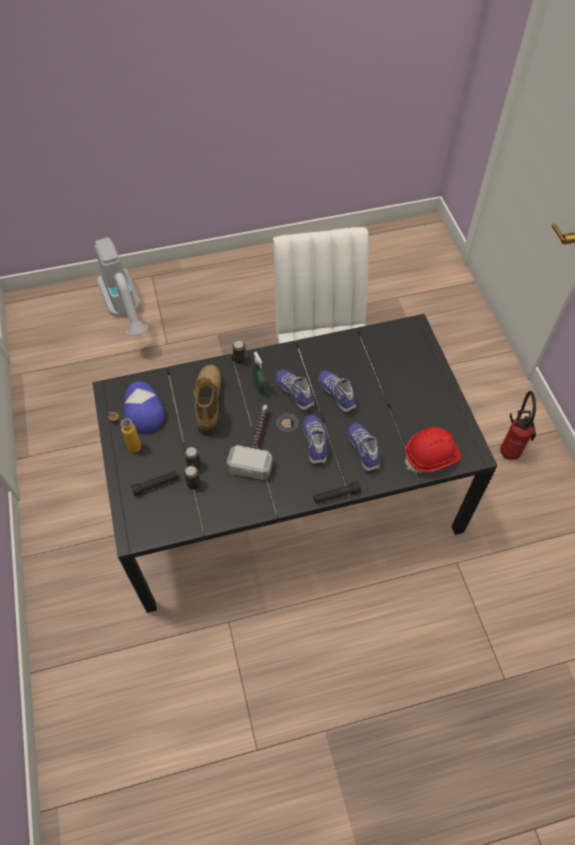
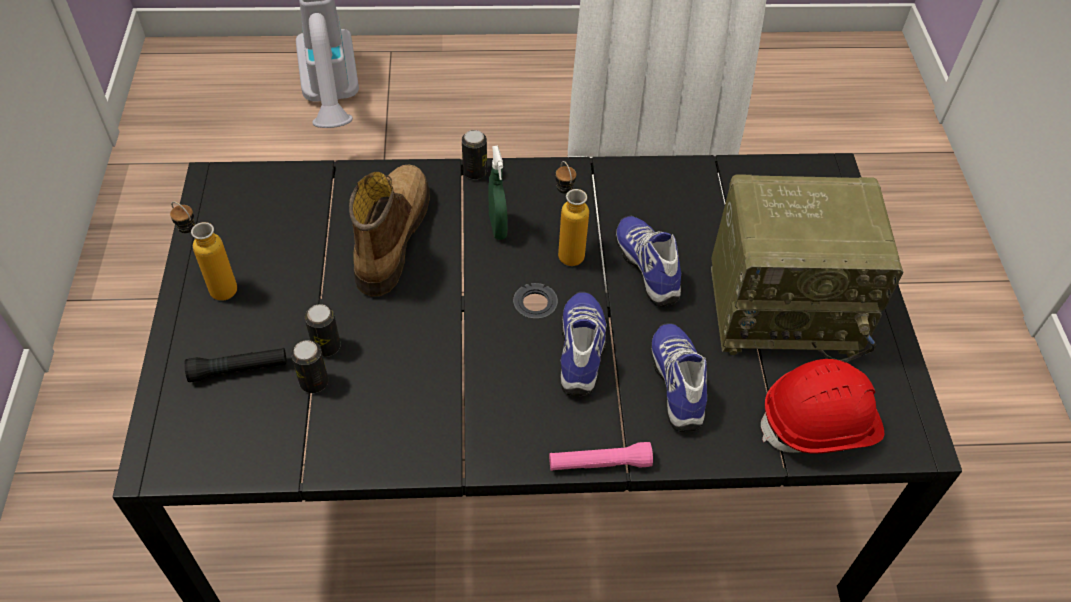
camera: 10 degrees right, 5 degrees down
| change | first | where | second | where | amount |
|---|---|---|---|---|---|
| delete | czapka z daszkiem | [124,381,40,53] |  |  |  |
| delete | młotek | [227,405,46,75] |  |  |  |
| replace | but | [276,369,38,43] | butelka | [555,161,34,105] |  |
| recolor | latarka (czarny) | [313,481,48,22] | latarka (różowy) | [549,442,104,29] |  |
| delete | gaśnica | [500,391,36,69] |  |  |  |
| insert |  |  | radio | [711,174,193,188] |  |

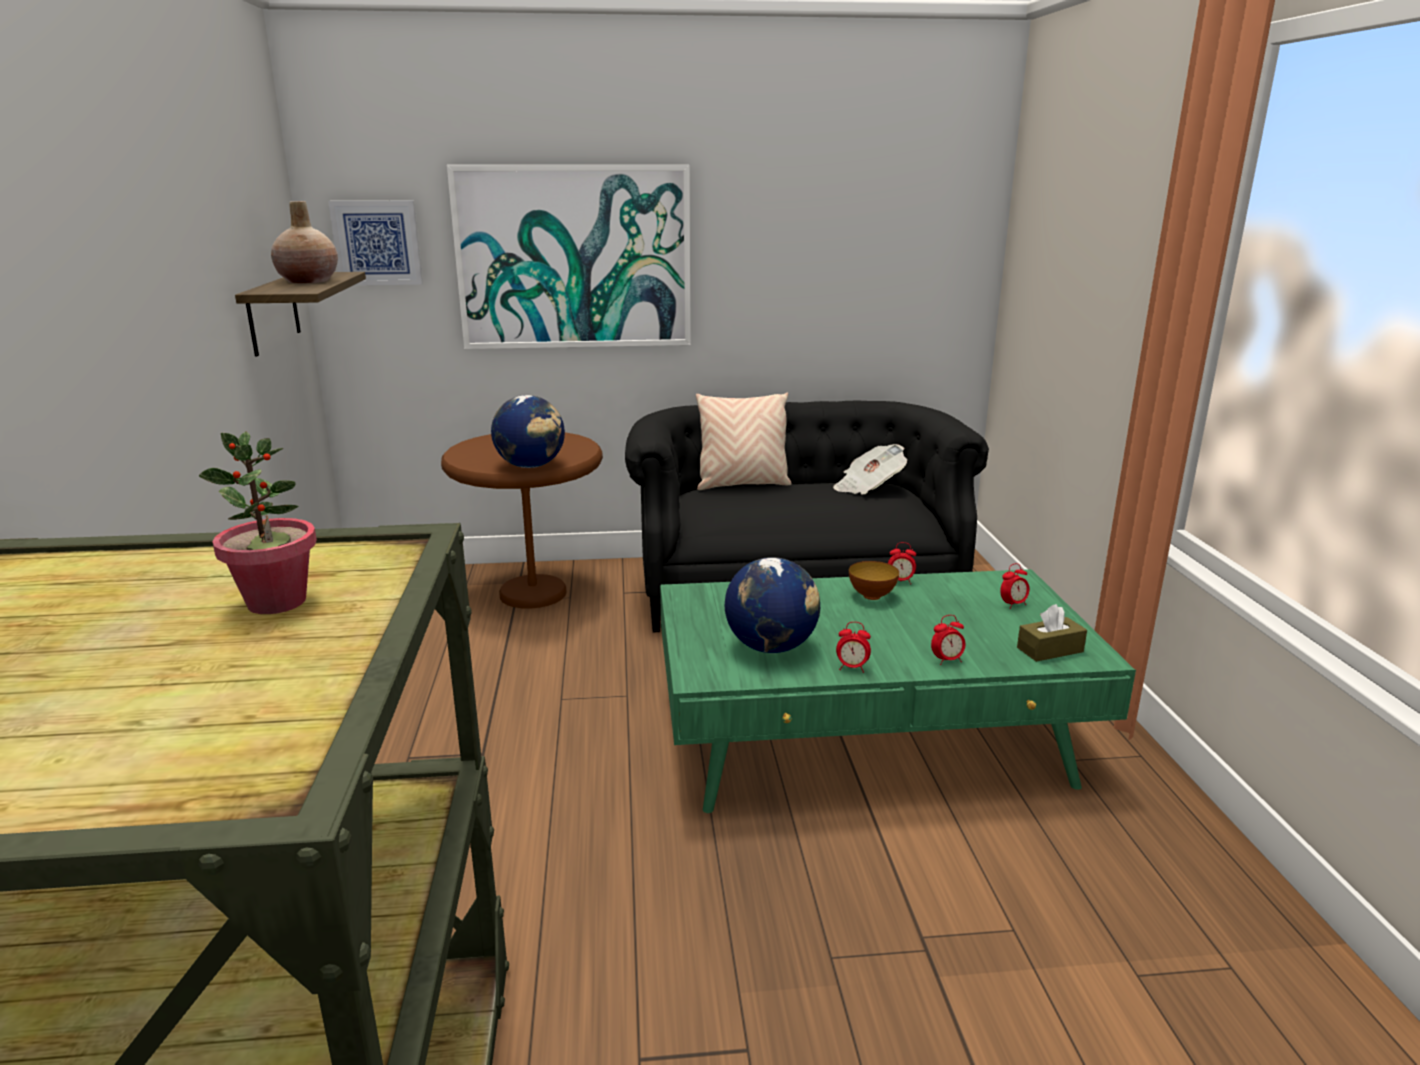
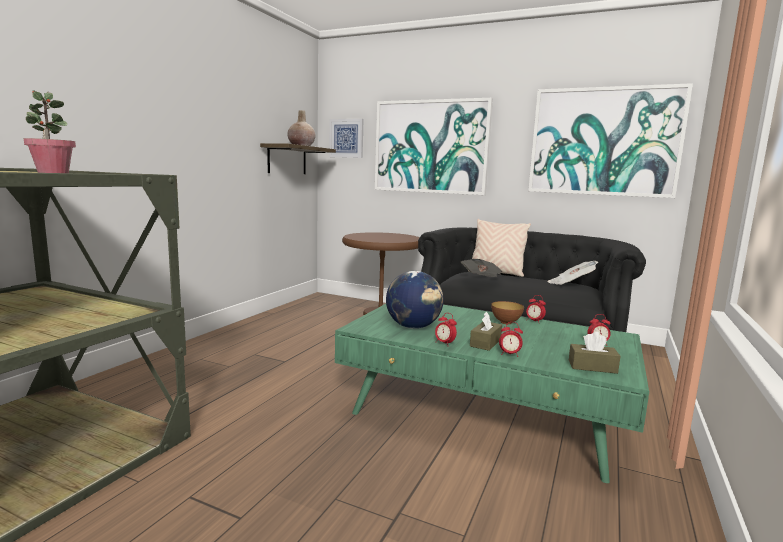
camera: 30 degrees right, 10 degrees down
| change | first | where | second | where | amount |
|---|---|---|---|---|---|
| delete | globus | [491,395,74,73] |  |  |  |
| insert |  |  | gazeta | [461,259,41,18] |  |
| insert |  |  | pudełko chusteczek (brązowy) | [470,312,32,39] |  |
| insert |  |  | obraz | [528,83,165,115] |  |

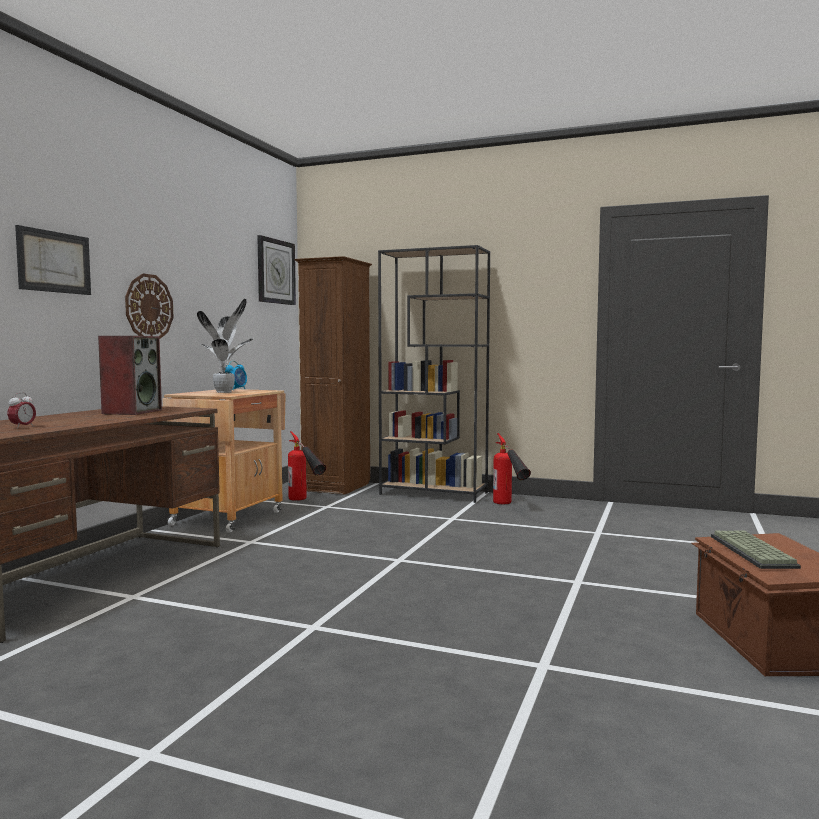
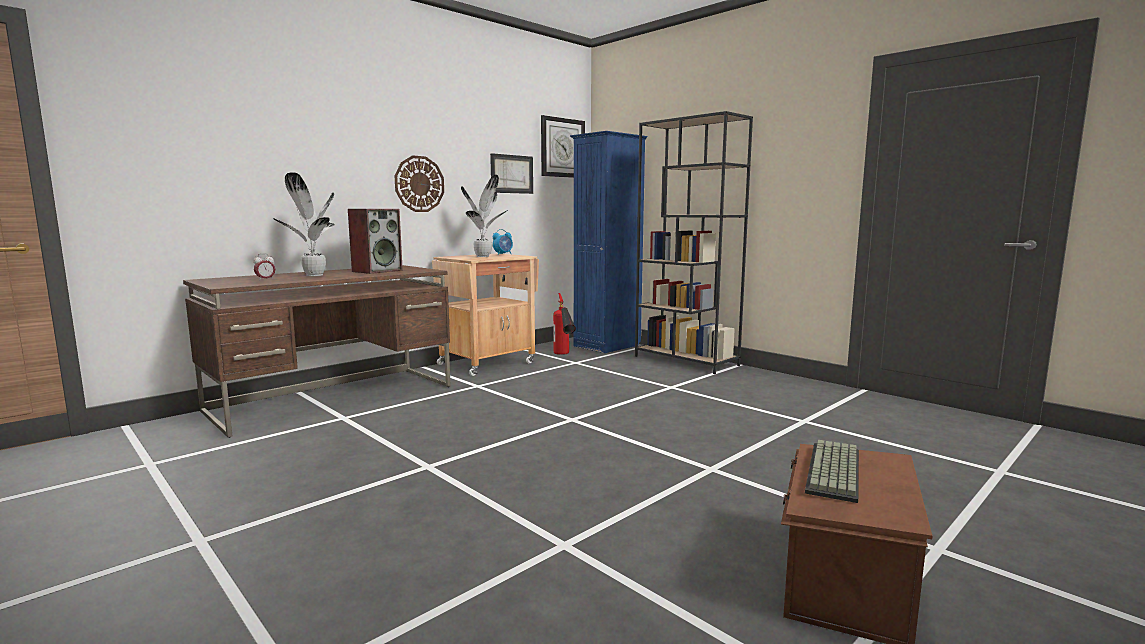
camera: 25 degrees right, 5 degrees up
| change | first | where | second | where | amount |
|---|---|---|---|---|---|
| move | obraz | [15,225,76,70] |  | [490,153,43,41] |  |
| recolor | szafka (brązowy) | [295,256,77,239] | szafka (niebieski) | [570,131,77,222] |  |
| delete | gaśnica | [493,433,38,71] |  |  |  |
| insert |  |  | roślina doniczkowa | [273,172,62,104] |  |

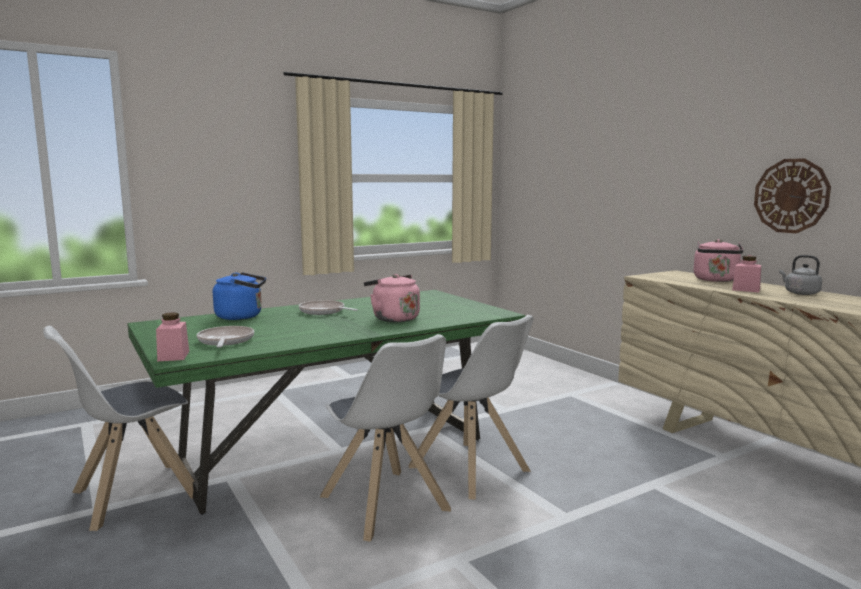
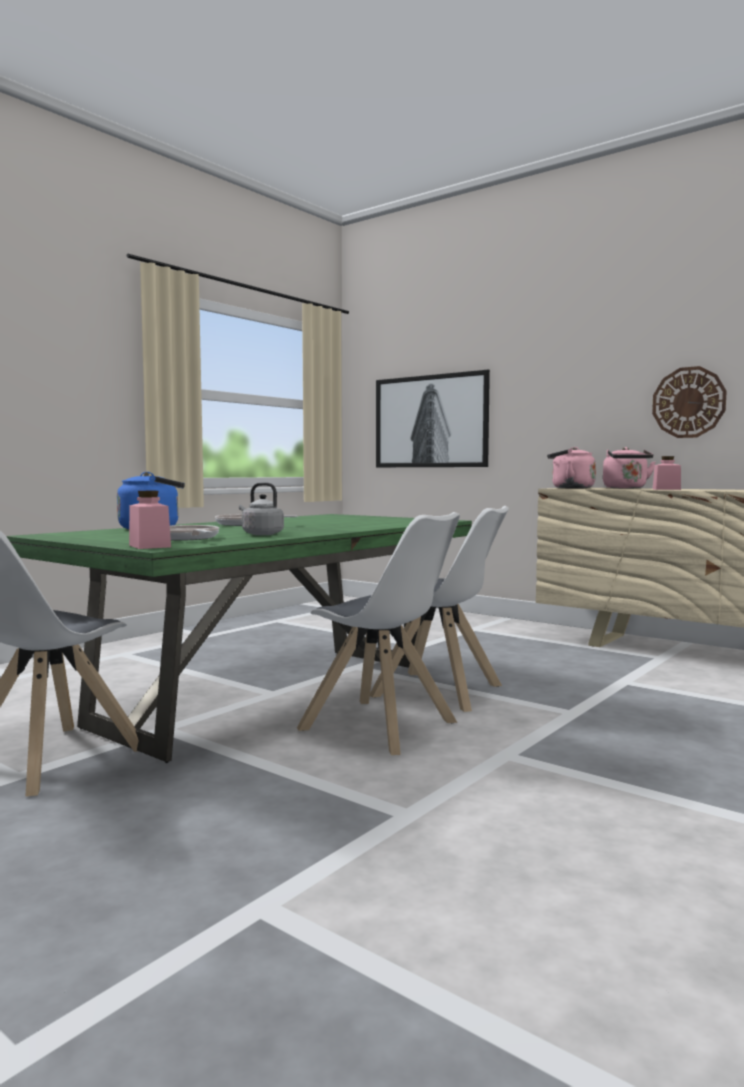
camera: 20 degrees left, 5 degrees down
| change | first | where | second | where | amount |
|---|---|---|---|---|---|
| move | czajnik (różowy) | [364,274,56,48] |  | [547,447,49,42] |  |
| move | czajnik (szary) | [779,255,43,40] |  | [239,482,45,53] |  |
| insert |  |  | obraz | [376,370,114,97] |  |

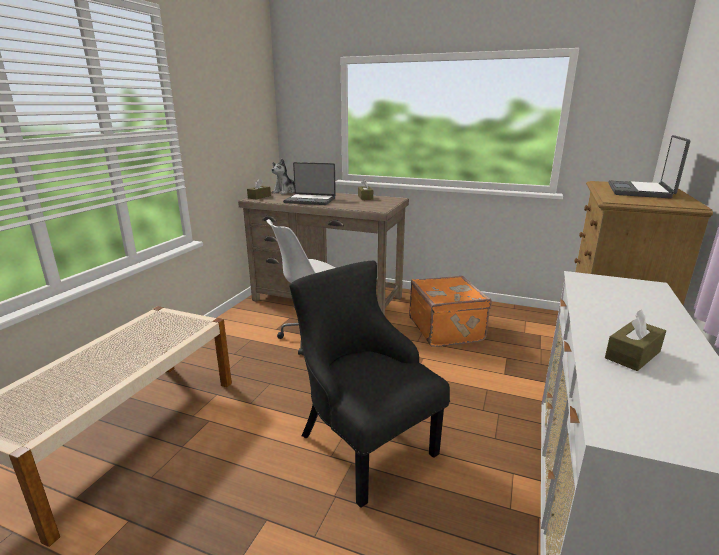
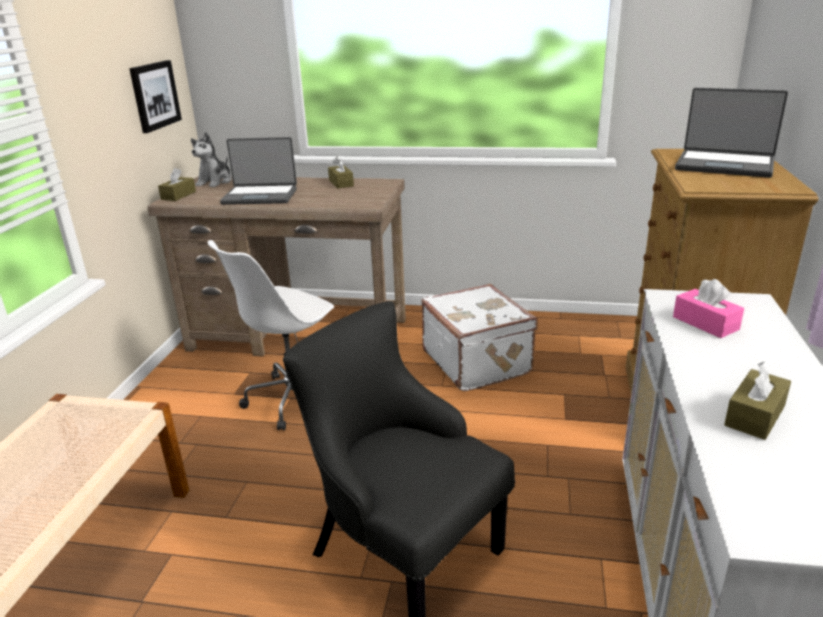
camera: 10 degrees left, 5 degrees up
| change | first | where | second | where | amount |
|---|---|---|---|---|---|
| recolor | walizka (pomarańczowy) | [409,276,83,71] | walizka (biały) | [422,284,116,107] |  |
| rotate | laptop | [608,135,82,63] |  | [675,88,113,90] | 75 degrees counterclockwise |
| insert |  |  | obraz | [129,60,53,73] |  |
| insert |  |  | pudełko chusteczek (różowy) | [673,279,71,59] |  |

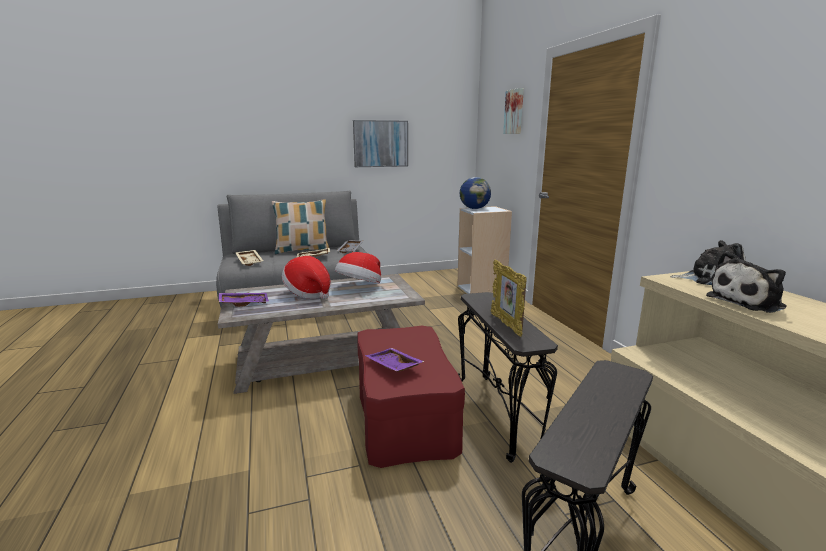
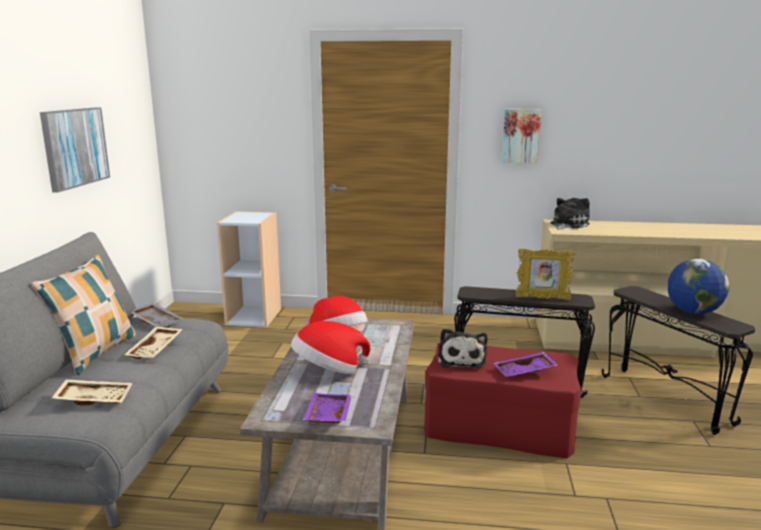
camera: 65 degrees left, 0 degrees up
| change | first | where | second | where | amount |
|---|---|---|---|---|---|
| move | globus | [460,177,31,32] |  | [667,259,62,55] |  |
| move | obraz | [503,88,21,46] |  | [502,109,40,54] |  |
| move | pluszak | [706,251,81,62] |  | [438,328,50,40] |  |

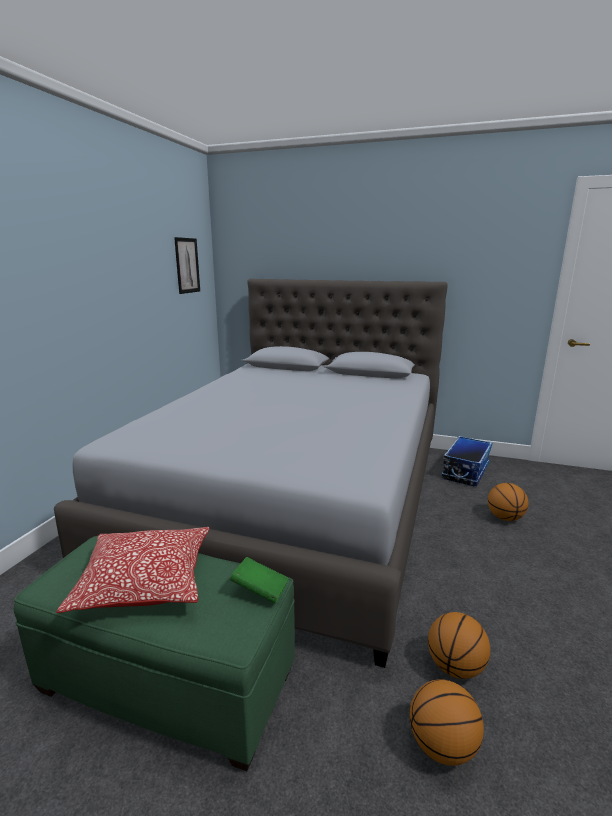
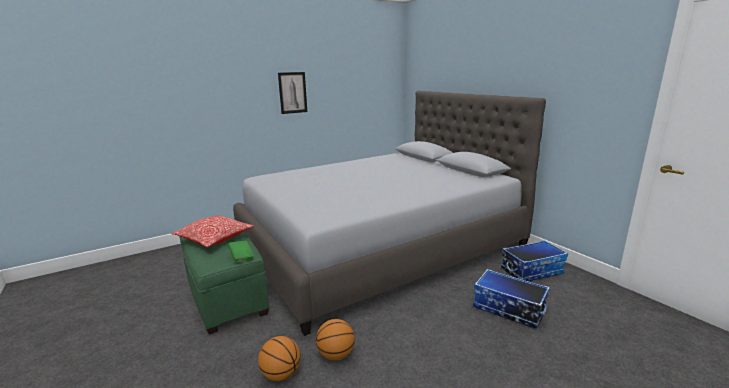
camera: 40 degrees right, 0 degrees up
| change | first | where | second | where | amount |
|---|---|---|---|---|---|
| move | obraz | [174,237,26,57] |  | [278,72,29,42] |  |
| replace | piłka do koszykówki | [488,483,41,38] | pojemnik do przechowywania | [473,269,77,60] |  |

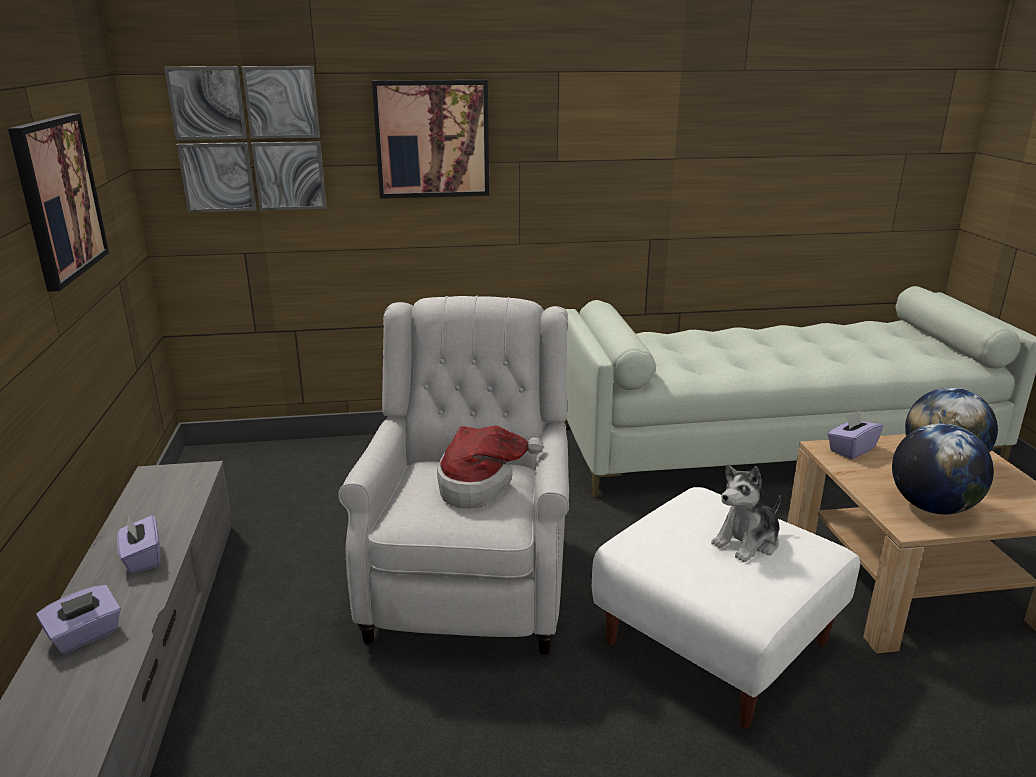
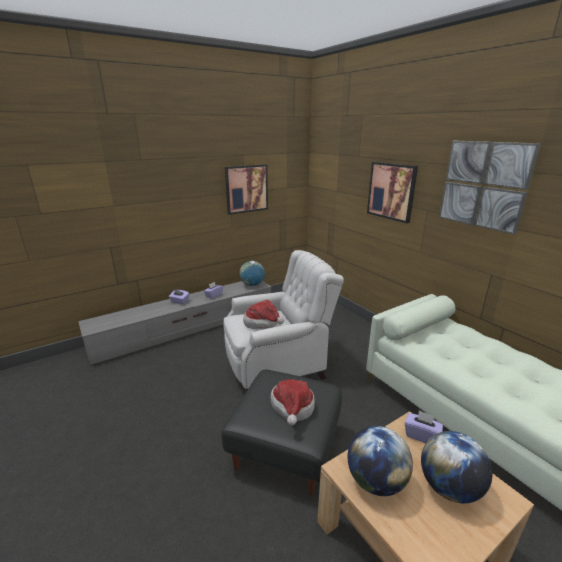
camera: 65 degrees right, 0 degrees up
| change | first | where | second | where | amount |
|---|---|---|---|---|---|
| move | obraz | [164,66,163,147] |  | [439,141,102,93] |  |
| recolor | pufa (biały) | [592,487,268,241] | pufa (czarny) | [222,370,120,125] |  |
| replace | pluszak | [711,464,70,98] | kapelusz | [271,379,44,46] |  |
| insert |  |  | globus | [239,261,26,25] |  |

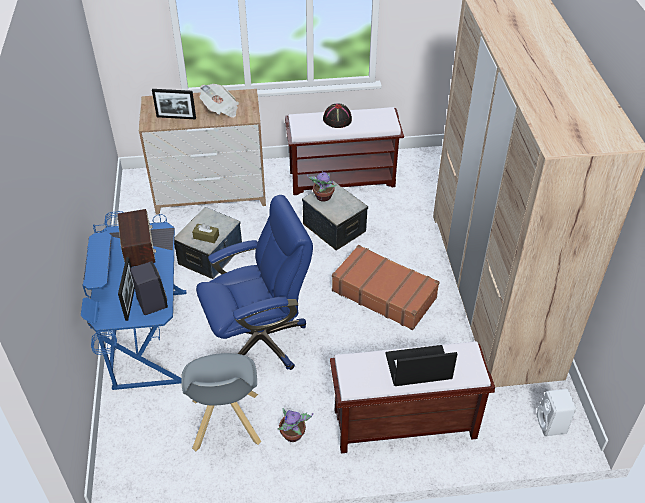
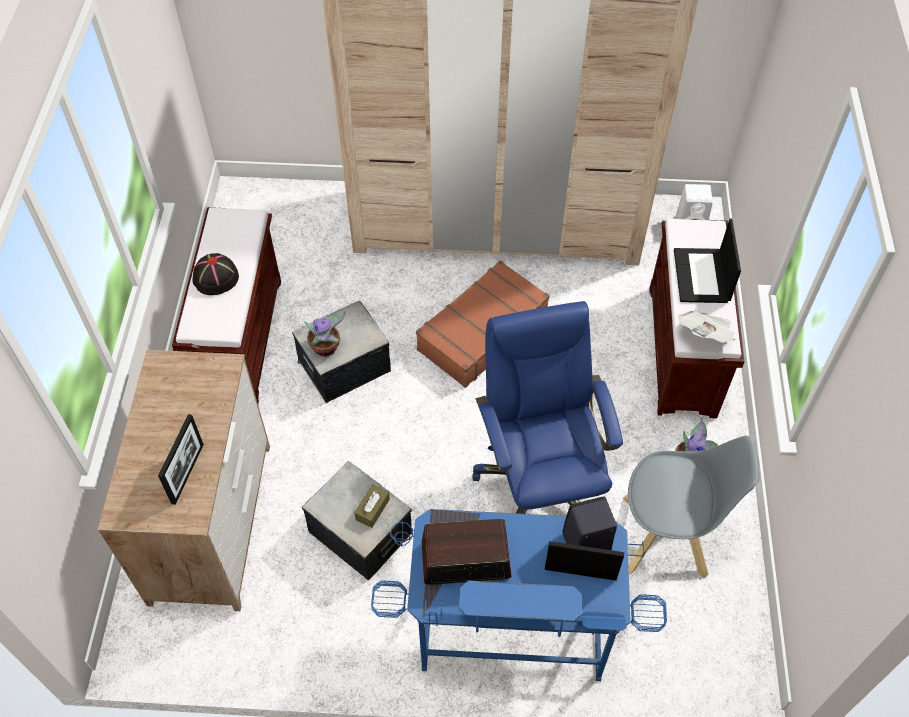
camera: 80 degrees left, 10 degrees up
| change | first | where | second | where | amount |
|---|---|---|---|---|---|
| move | gazeta | [200,84,39,34] |  | [678,310,57,33] |  |

